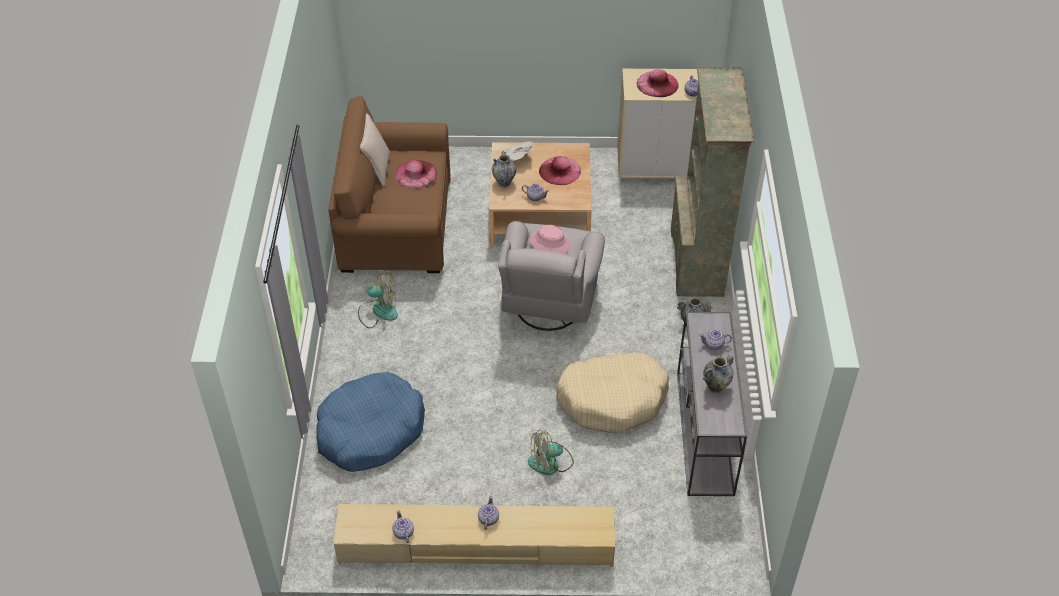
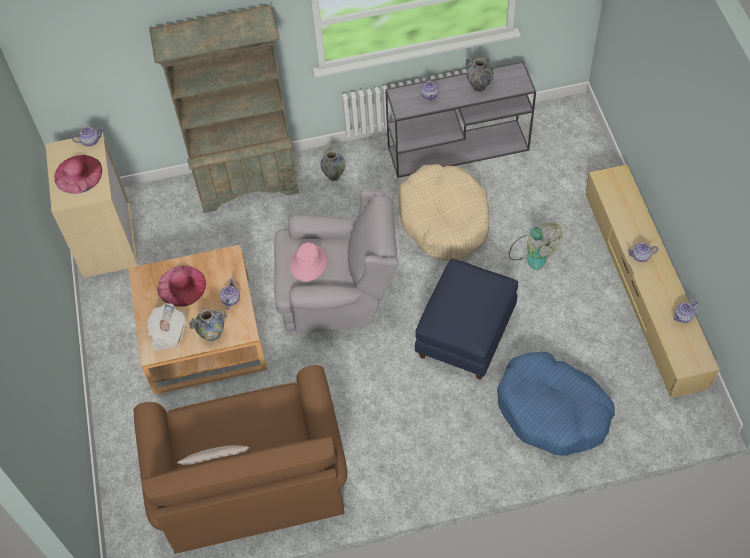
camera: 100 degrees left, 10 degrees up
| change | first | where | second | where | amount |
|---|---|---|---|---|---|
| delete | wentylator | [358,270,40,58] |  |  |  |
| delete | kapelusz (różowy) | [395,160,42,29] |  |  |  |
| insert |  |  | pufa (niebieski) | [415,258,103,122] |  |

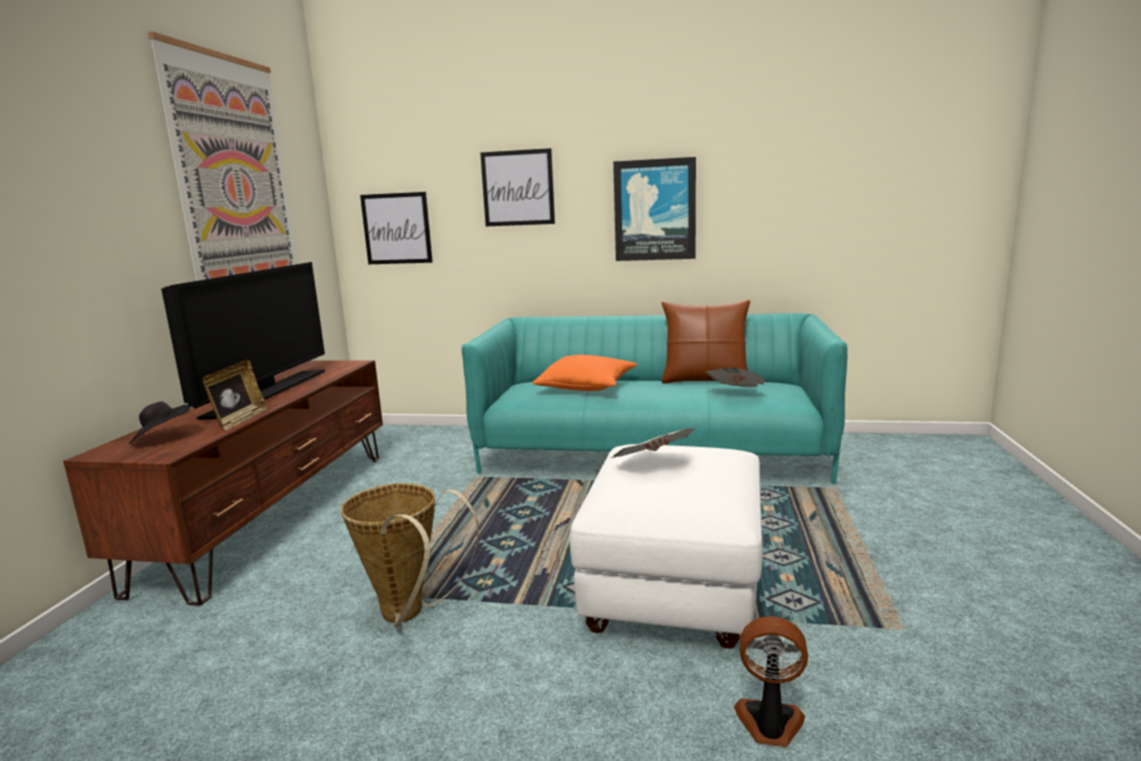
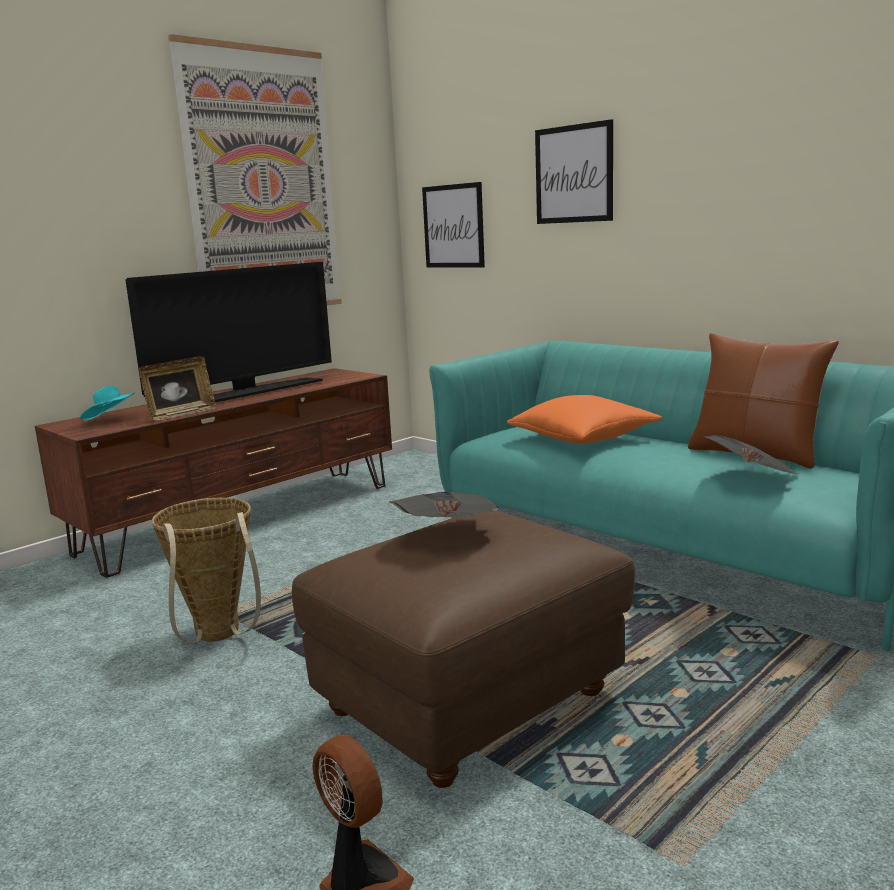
camera: 35 degrees right, 0 degrees up
| change | first | where | second | where | amount |
|---|---|---|---|---|---|
| recolor | kapelusz (czarny) | [129,402,61,42] | kapelusz (turkusowy) | [80,386,55,34] |  |
| recolor | pufa (biały) | [570,444,193,205] | pufa (brązowy) | [292,510,343,278] |  |
| delete | obraz | [613,157,83,104] |  |  |  |

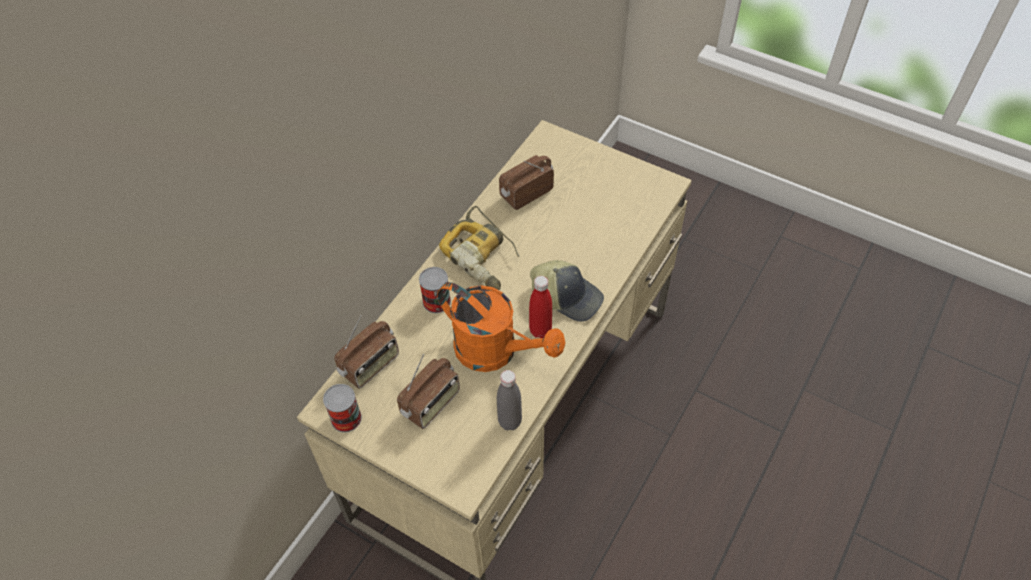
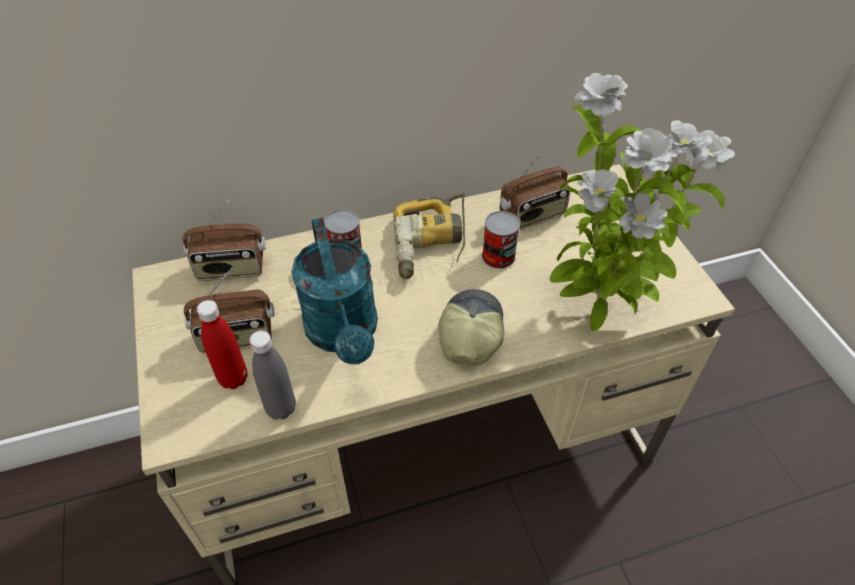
camera: 40 degrees right, 5 degrees down
| change | first | where | second | where | amount |
|---|---|---|---|---|---|
| move | puszka | [323,384,39,48] |  | [482,211,38,58] |  |
| recolor | konewka (pomarańczowy) | [437,282,128,90] | konewka (turkusowy) | [291,218,87,147] |  |
| rotate | radio | [499,155,55,55] |  | [500,147,70,83] | 150 degrees clockwise |
| move | butelka (czerwony) | [529,276,23,62] |  | [197,300,50,89] |  |
| rotate | czapka z daszkiem | [530,260,74,62] |  | [438,289,66,77] | 150 degrees counterclockwise |
| insert |  |  | roślina doniczkowa | [550,73,185,258] |  |

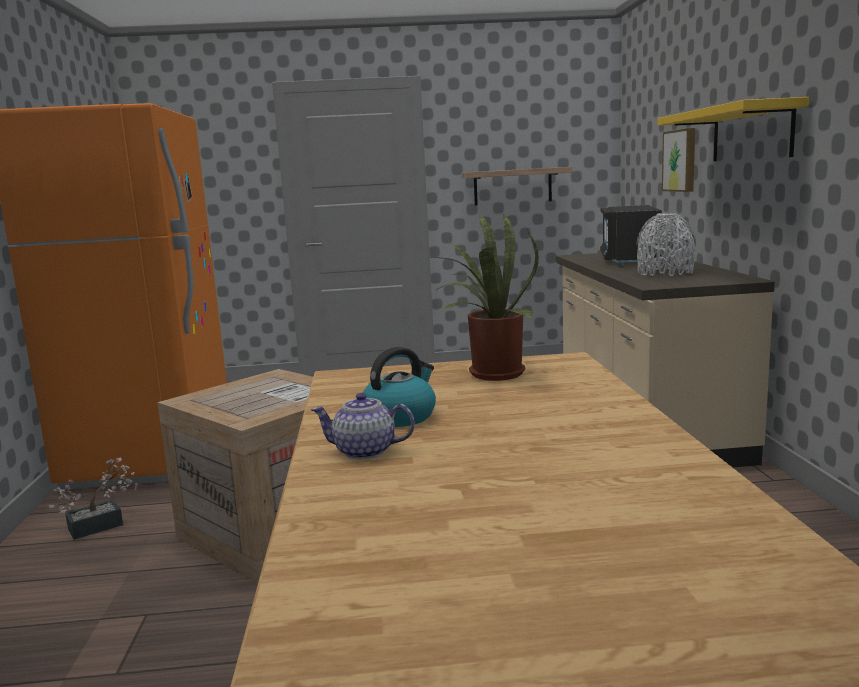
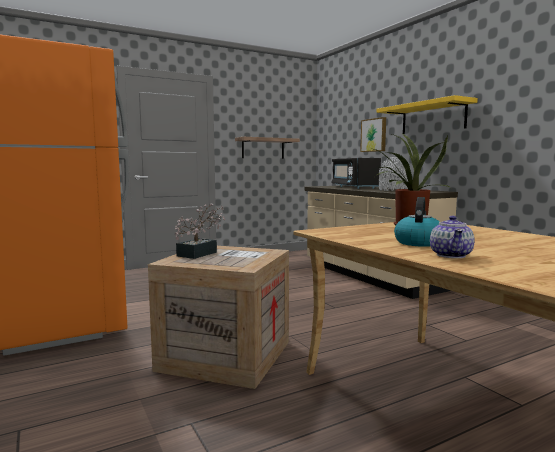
camera: 25 degrees left, 5 degrees down
| change | first | where | second | where | amount |
|---|---|---|---|---|---|
| move | roślina doniczkowa | [49,458,89,82] |  | [175,203,51,56] |  |
| rotate | imbryk | [311,393,104,66] |  | [430,216,44,42] | 60 degrees counterclockwise |

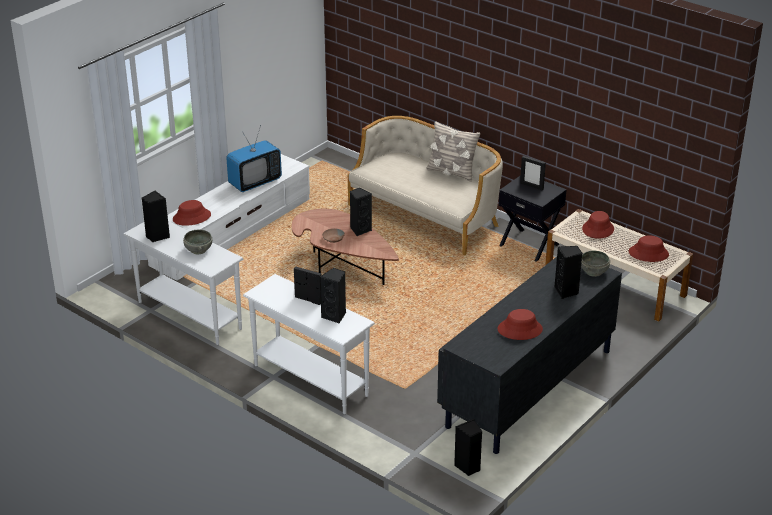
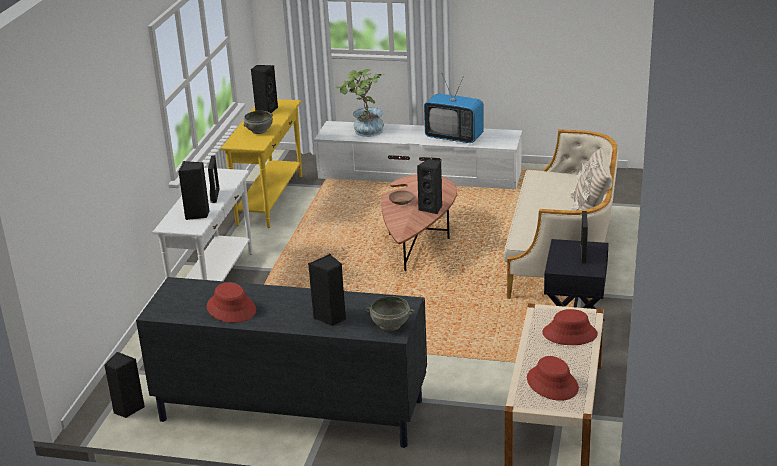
camera: 65 degrees right, 5 degrees down
| change | first | where | second | where | amount |
|---|---|---|---|---|---|
| recolor | stolik konsolowy (biały) | [124,221,119,124] | stolik konsolowy (żółty) | [221,99,81,129] |  |
| replace | kapelusz (czerwony) | [173,200,38,26] | roślina doniczkowa | [335,69,50,68] |  |

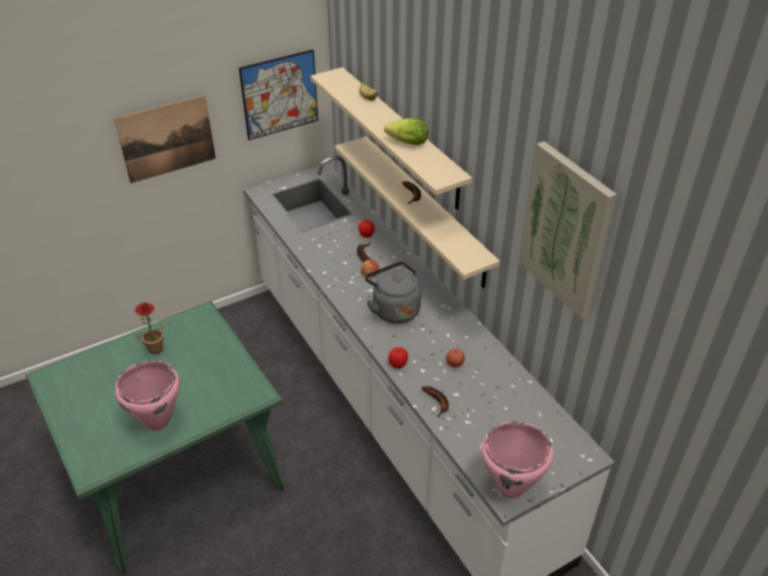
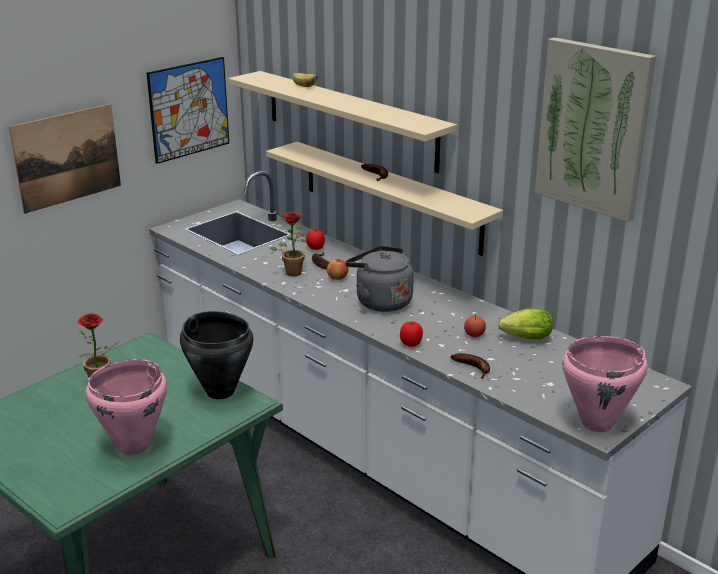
camera: 15 degrees left, 15 degrees down
| change | first | where | second | where | amount |
|---|---|---|---|---|---|
| move | sałata | [384,118,44,27] |  | [498,308,55,31] |  |
| insert |  |  | garnek (czarny) | [180,311,73,88] |  |
| insert |  |  | roślina doniczkowa | [270,212,37,64] |  |

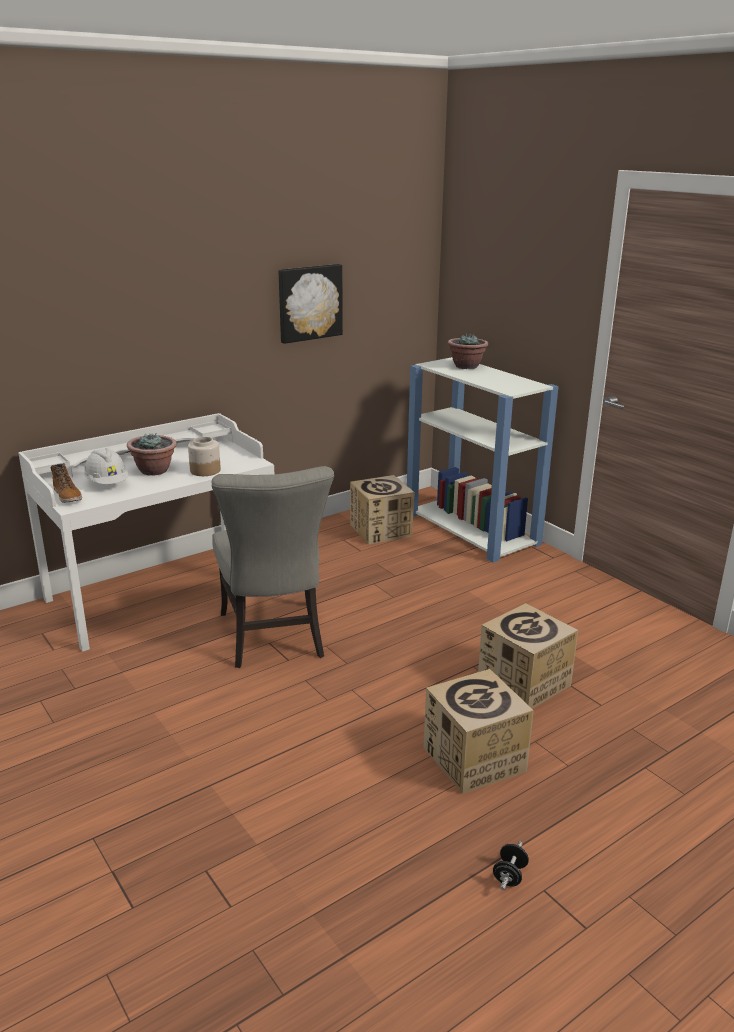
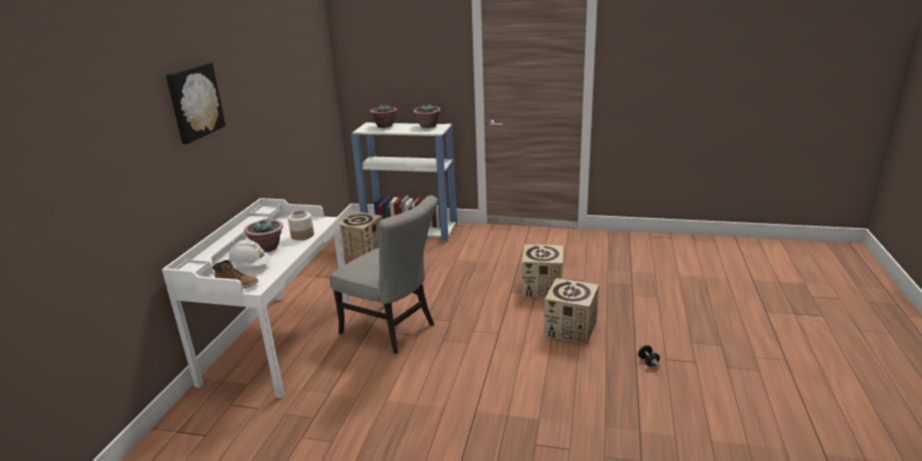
camera: 40 degrees left, 0 degrees up
| change | first | where | second | where | amount |
|---|---|---|---|---|---|
| move | obraz | [278,264,65,80] |  | [166,62,60,82] |  |
| insert |  |  | roślina doniczkowa | [413,105,27,23] |  |

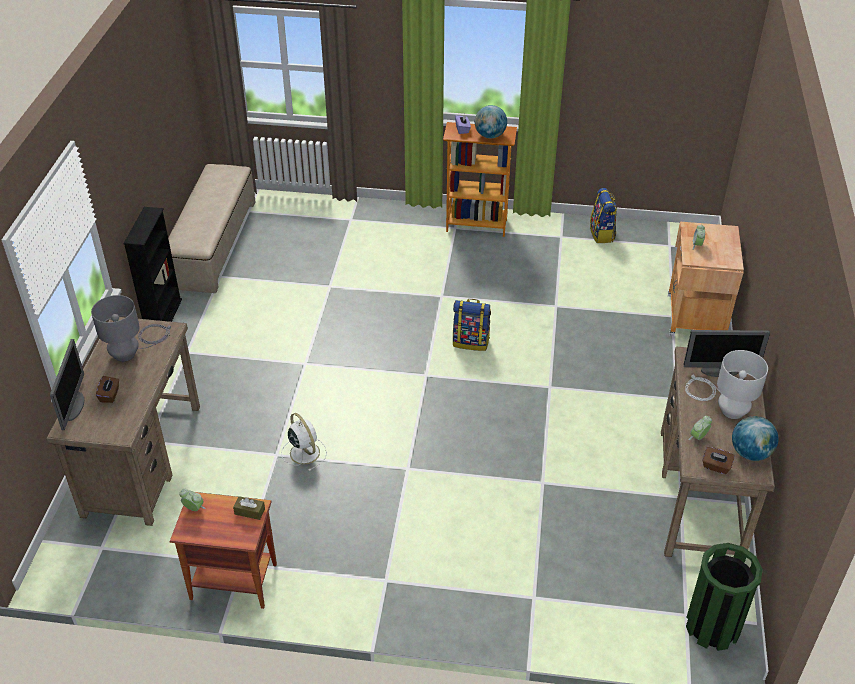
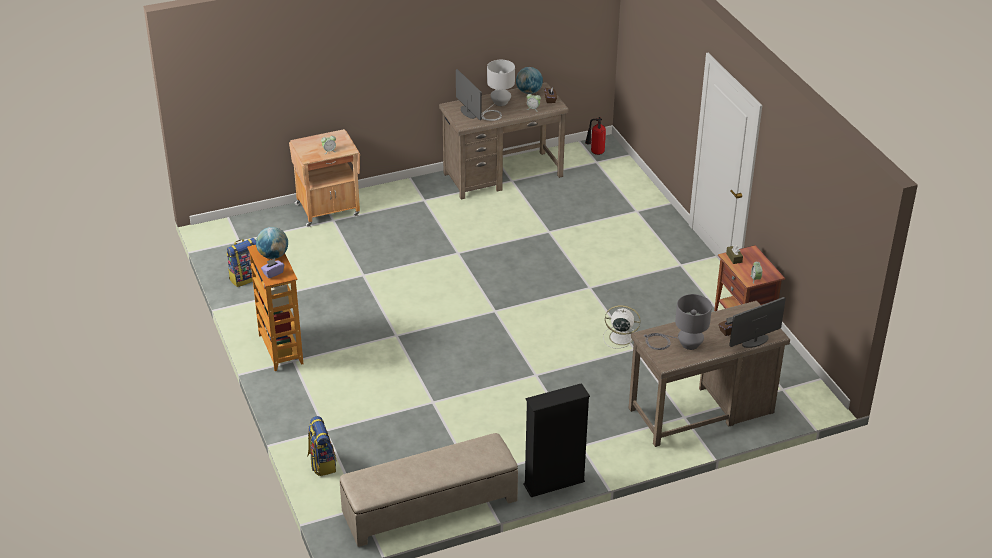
camera: 120 degrees left, 5 degrees down
| change | first | where | second | where | amount |
|---|---|---|---|---|---|
| rotate | wentylator (biały) | [281,413,46,58] |  | [603,305,38,44] | 75 degrees clockwise |
| move | plecak | [453,299,38,52] |  | [307,416,30,60] |  |
| replace | kosz na śmieci (zielony) | [686,543,77,108] | gaśnica | [585,117,21,38] |  |

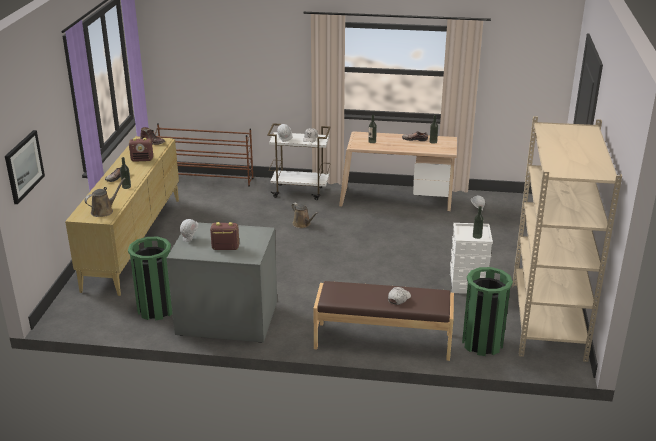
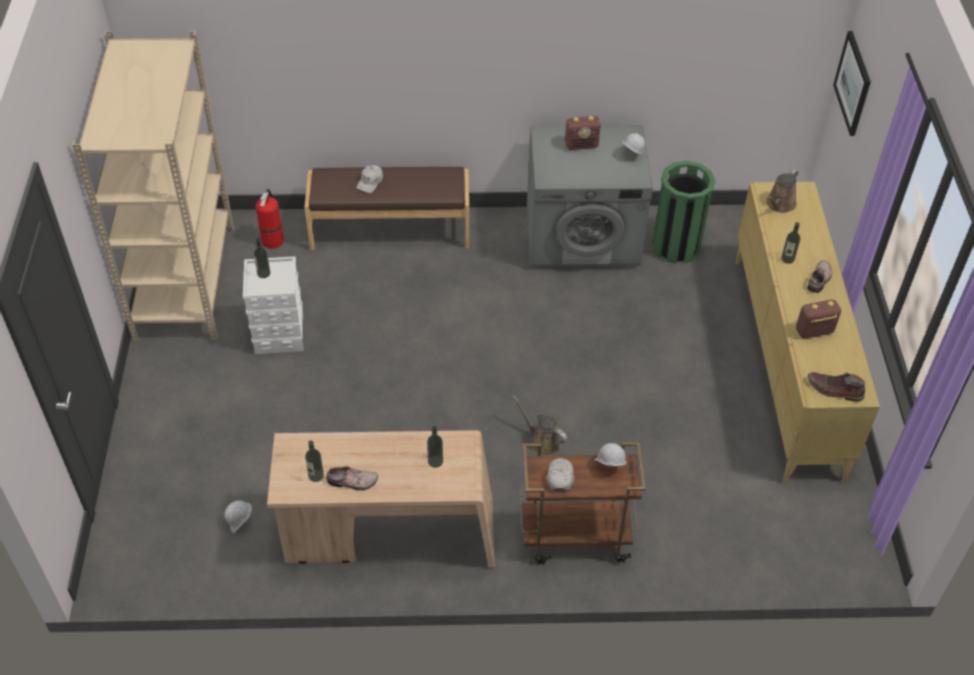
camera: 170 degrees right, 20 degrees up
| change | first | where | second | where | amount |
|---|---|---|---|---|---|
| delete | regał na buty (brązowy) | [152,123,102,64] |  |  |  |
| recolor | wózek (biały) | [267,123,64,77] | wózek (brązowy) | [520,442,126,122] |  |
| replace | kosz na śmieci (zielony) | [462,267,51,89] | gaśnica | [256,189,28,60] |  |

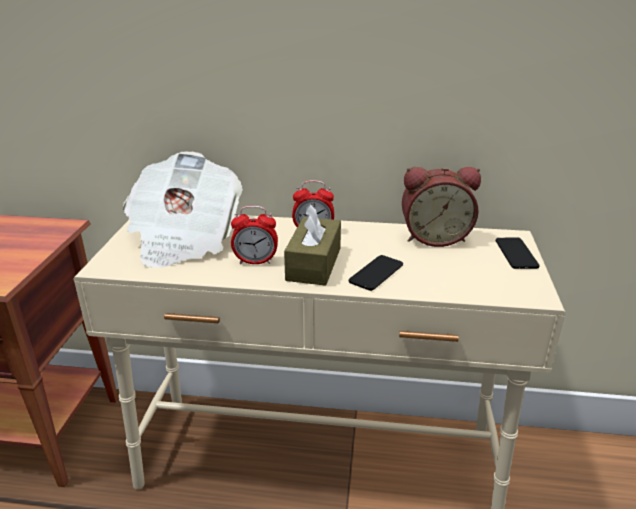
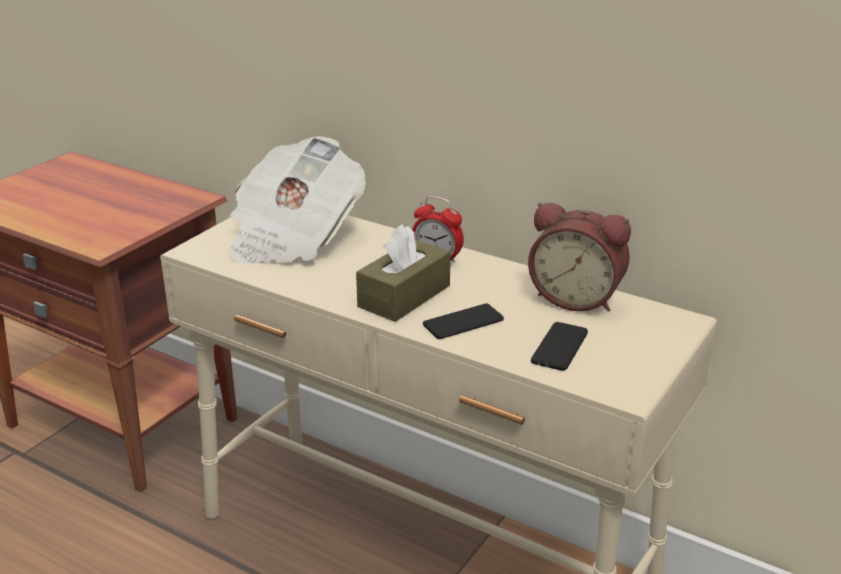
camera: 25 degrees right, 0 degrees up
| change | first | where | second | where | amount |
|---|---|---|---|---|---|
| delete | budzik | [231,206,47,58] |  |  |  |
| move | telefon | [496,238,44,31] |  | [531,322,57,49] |  |

